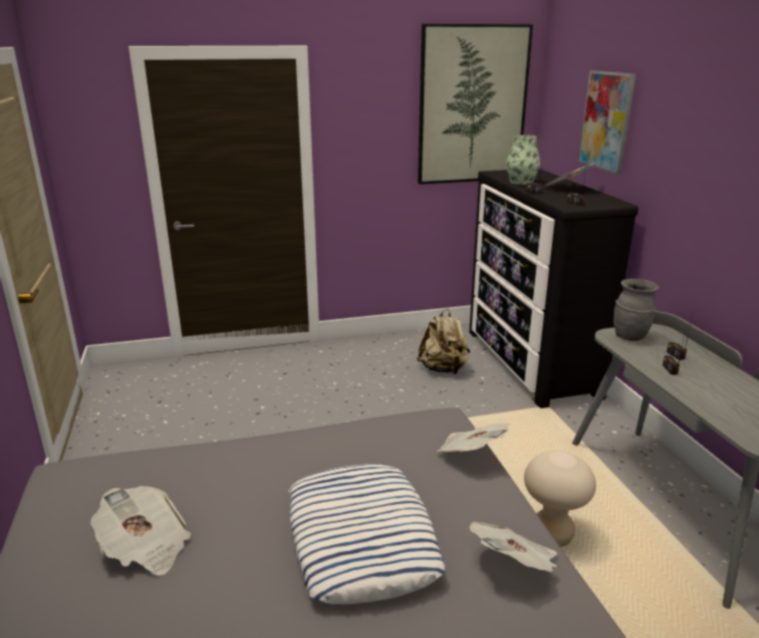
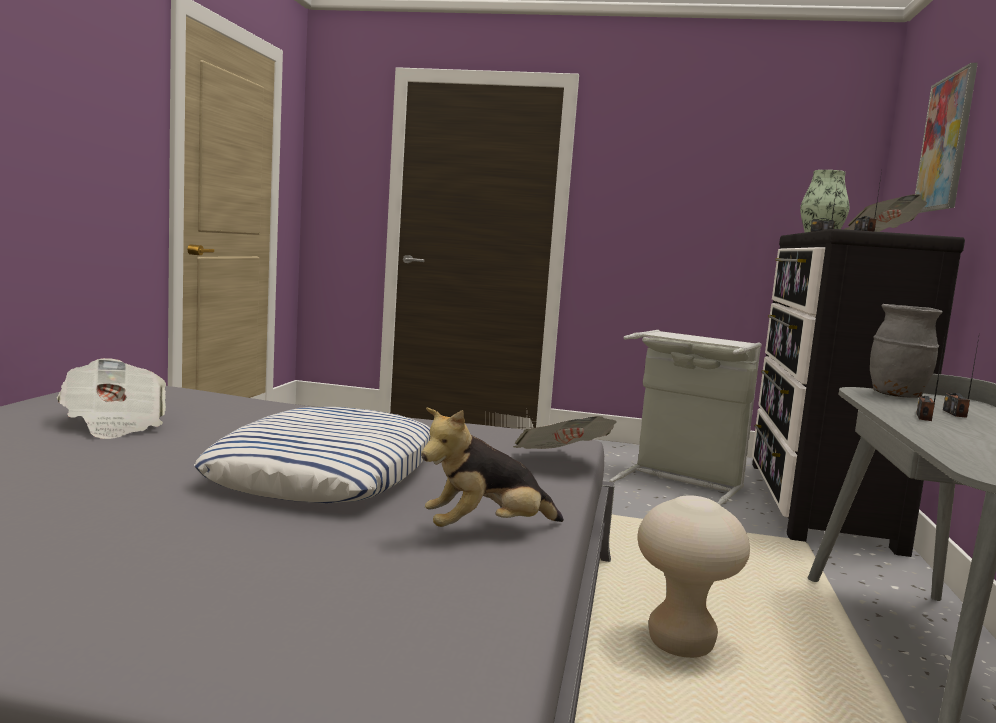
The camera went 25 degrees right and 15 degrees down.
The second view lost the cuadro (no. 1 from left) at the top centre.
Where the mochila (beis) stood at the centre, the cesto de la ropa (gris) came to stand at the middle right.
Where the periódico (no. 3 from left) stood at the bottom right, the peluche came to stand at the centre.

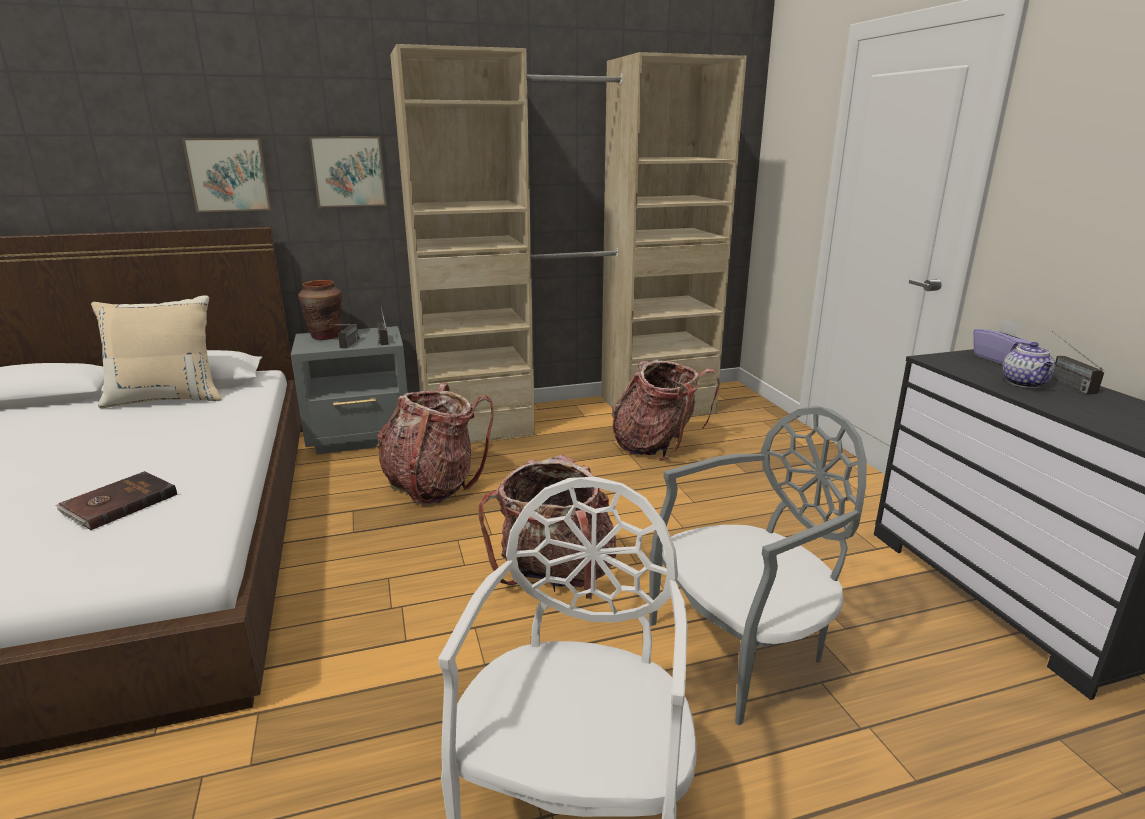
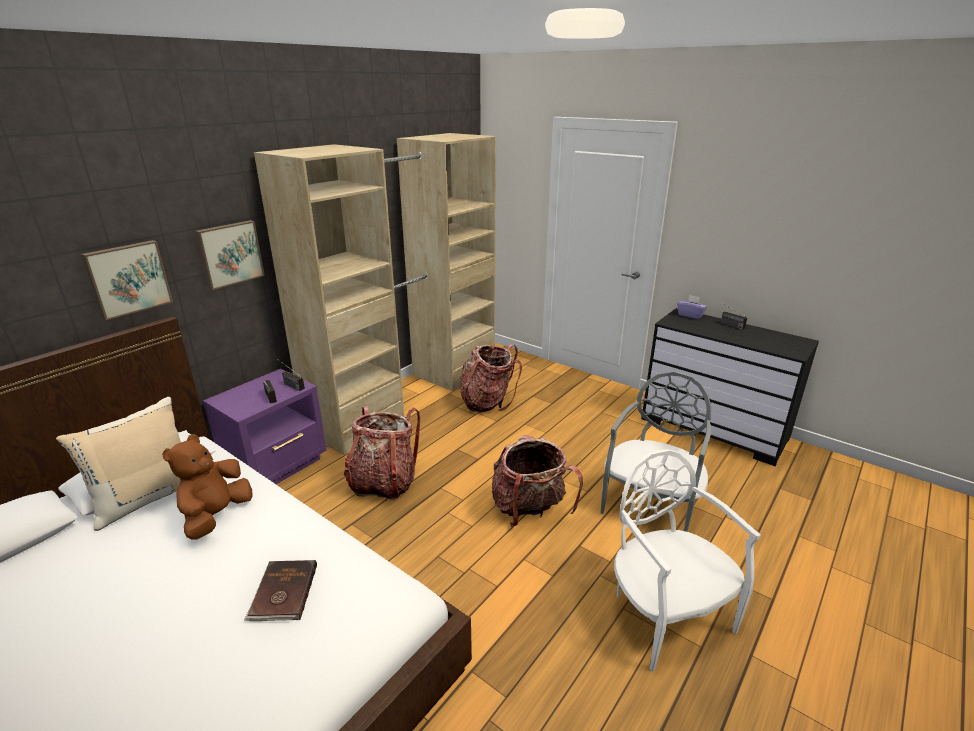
The camera went 35 degrees left and 5 degrees up.
The second view lost the florero (marrón) at the middle left.
The second view lost the tetera at the middle right.
The second view gained the peluche (marrón) at the middle left.
What was the mesita de noche (gris) at the middle left turned into the mesita de noche (morado) at the middle left.

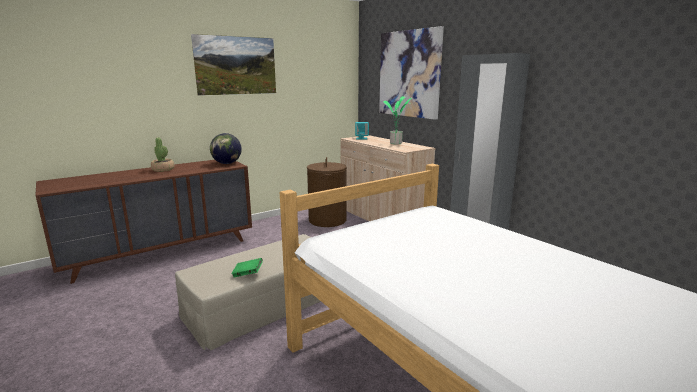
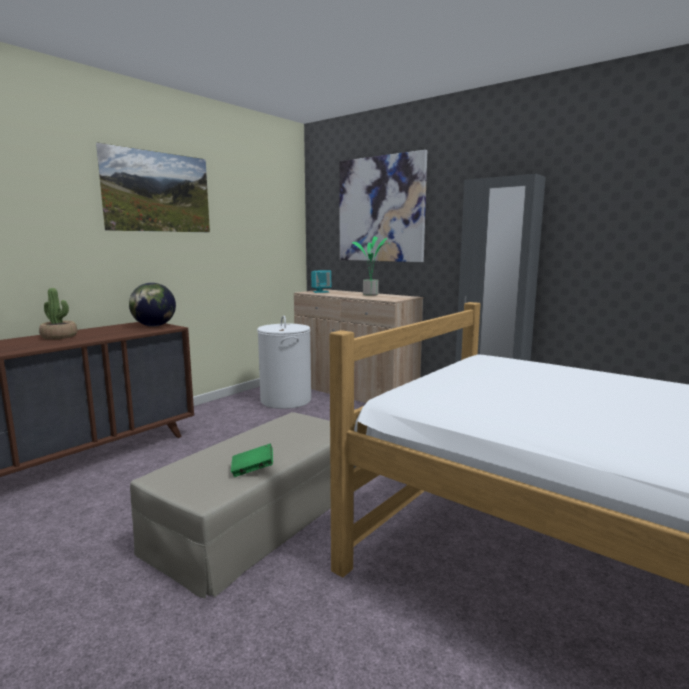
The camera went 15 degrees left and 5 degrees down.
What was the cesto de la ropa (marrón) at the centre turned into the cesto de la ropa (blanco) at the centre.

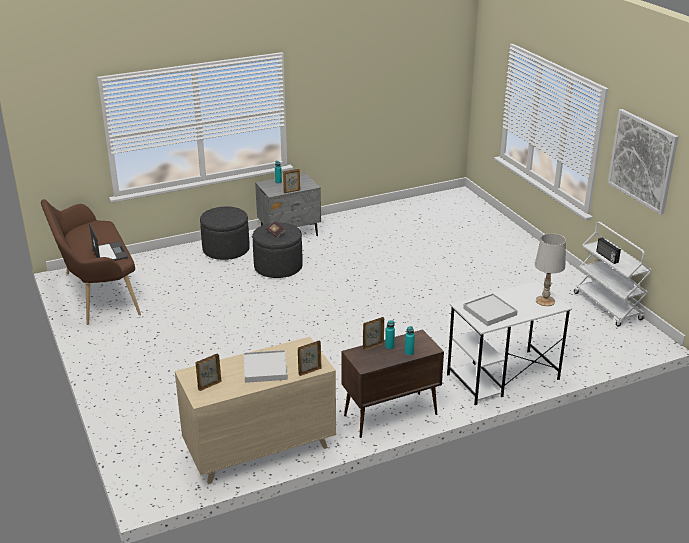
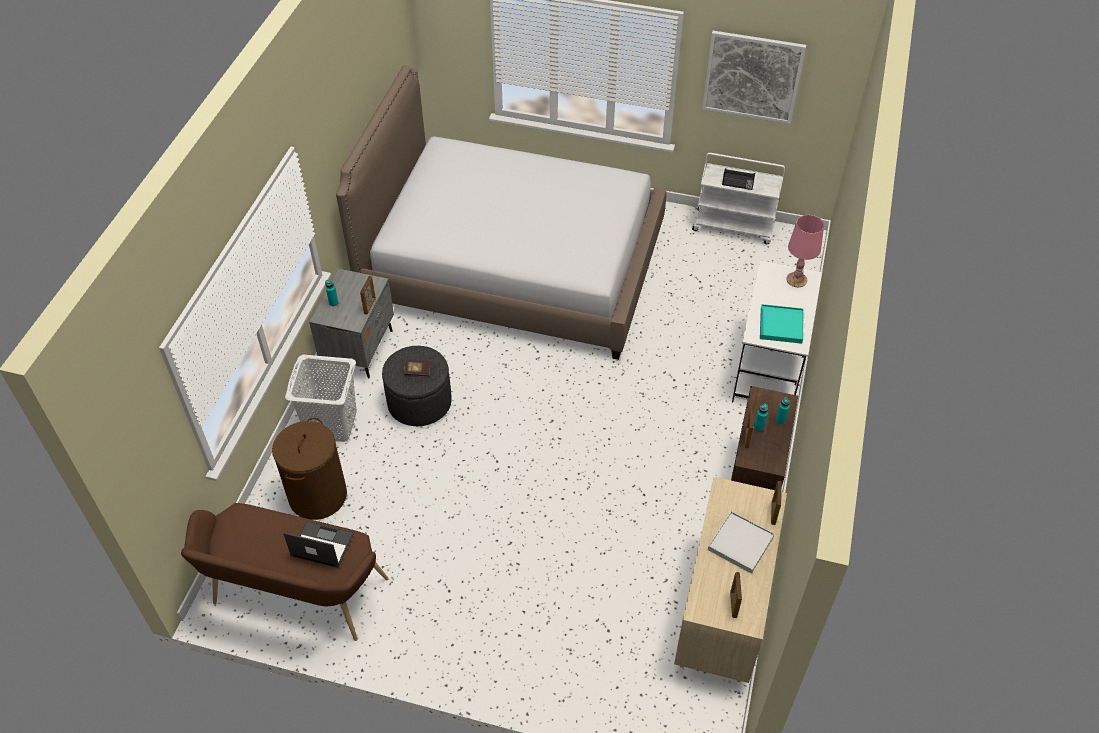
The camera went 50 degrees left and 20 degrees up.
The second view gained the cesto de la ropa (marrón) at the middle left.
The second view gained the cama at the top centre.
Where the puf (gris) (no. 1 from left) stood at the middle left, the cesto de la ropa (blanco) came to stand at the middle left.
What was the bandeja (blanco) (no. 2 from left) at the middle right turned into the bandeja (turquesa) at the middle right.
What was the lámpara de mesa (blanco) at the middle right turned into the lámpara de mesa (rosa) at the middle right.

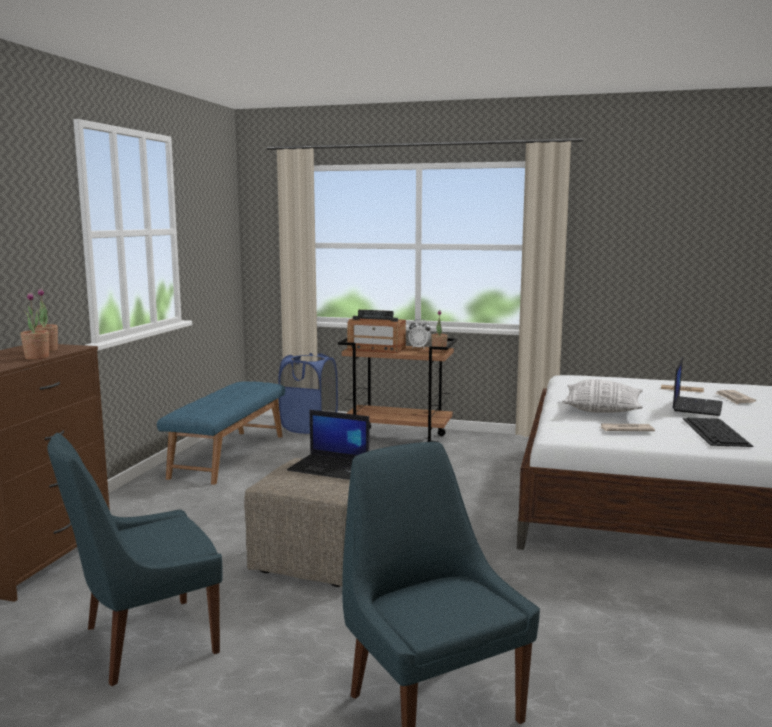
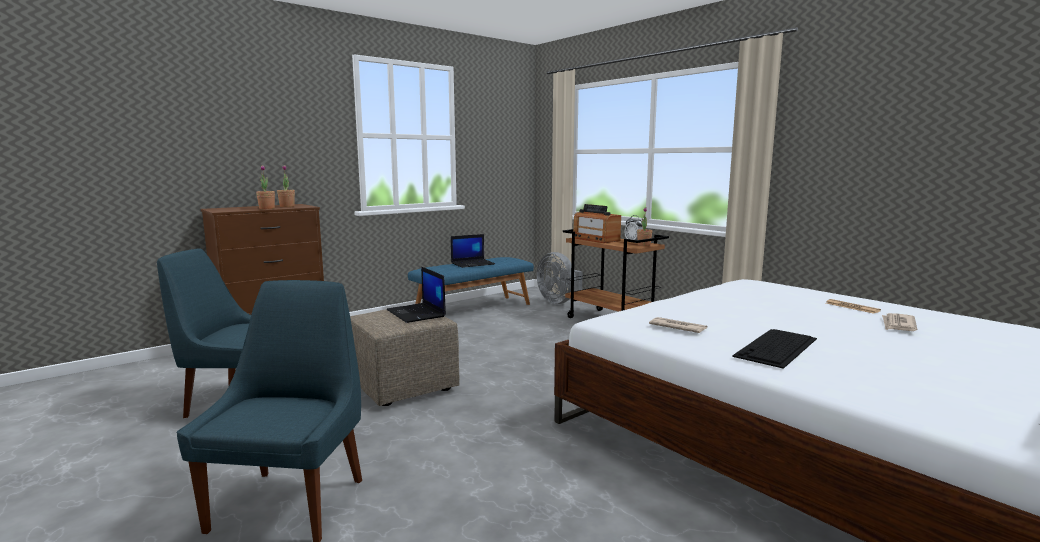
The camera went 35 degrees right and 0 degrees up.
The second view lost the cojín at the middle right.
The portátil (no. 2 from left) ended up elsewhere, having gone from the middle right to the centre.
Where the cesto de la ropa (azul) stood at the centre, the ventilador (gris) came to stand at the centre.

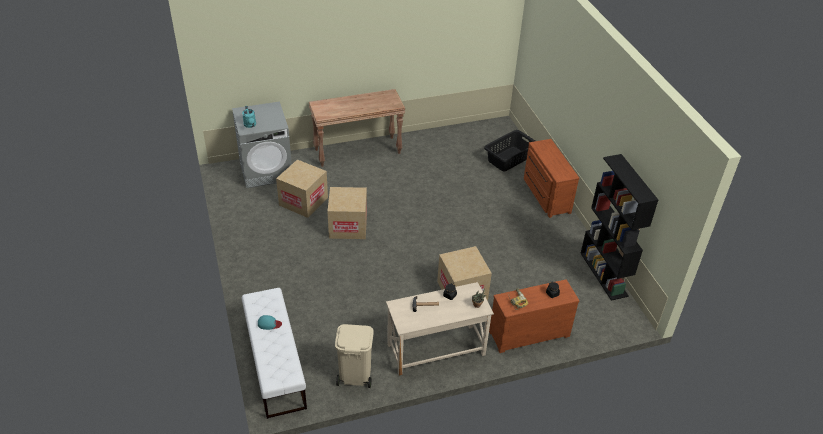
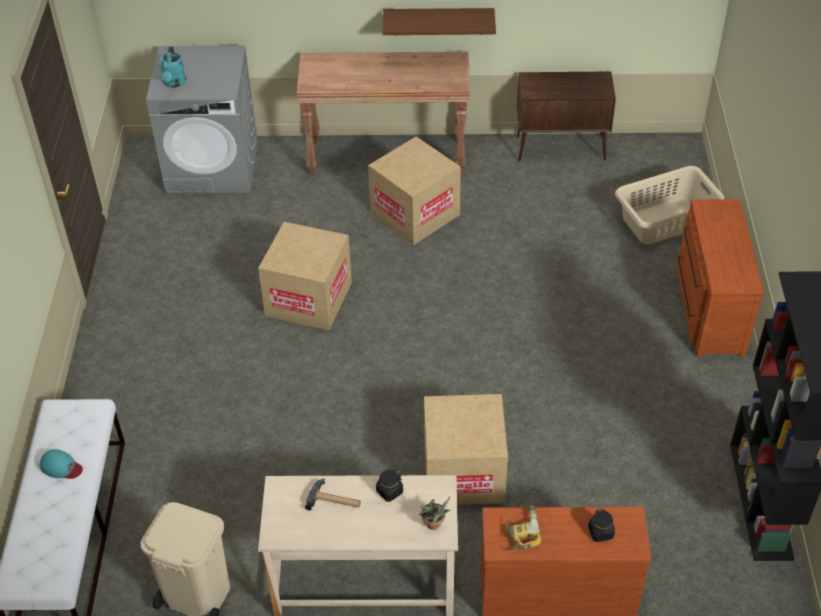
The camera went 20 degrees right and 5 degrees up.
The second view gained the estante (marrón) at the top centre.
The second view gained the armario (marrón) at the top right.
The caja de cartón (no. 1 from left in the first image) ended up elsewhere, having gone from the centre to the top centre.
What was the cesto de la ropa (negro) at the centre turned into the cesto de la ropa (beis) at the top right.

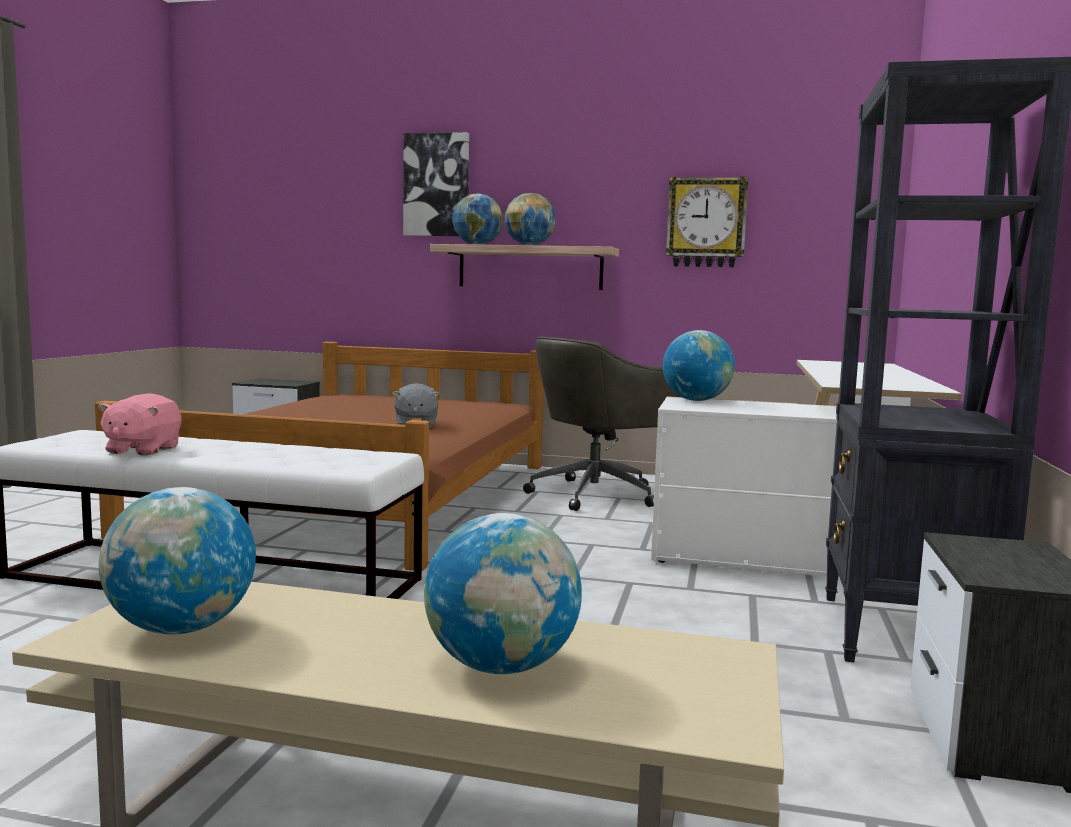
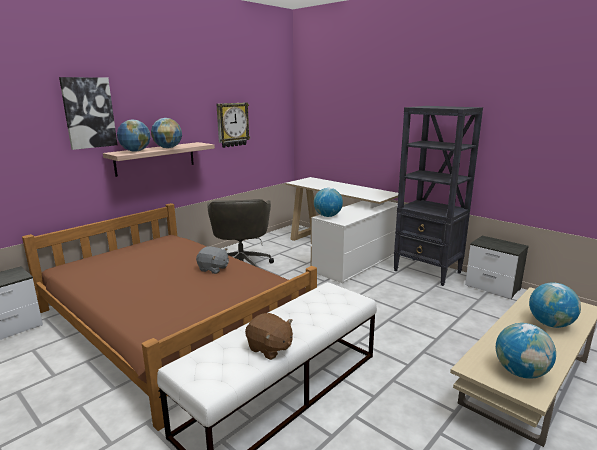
The camera went 60 degrees left and 10 degrees up.
What was the peluche (rosa) at the middle left turned into the peluche (marrón) at the bottom centre.

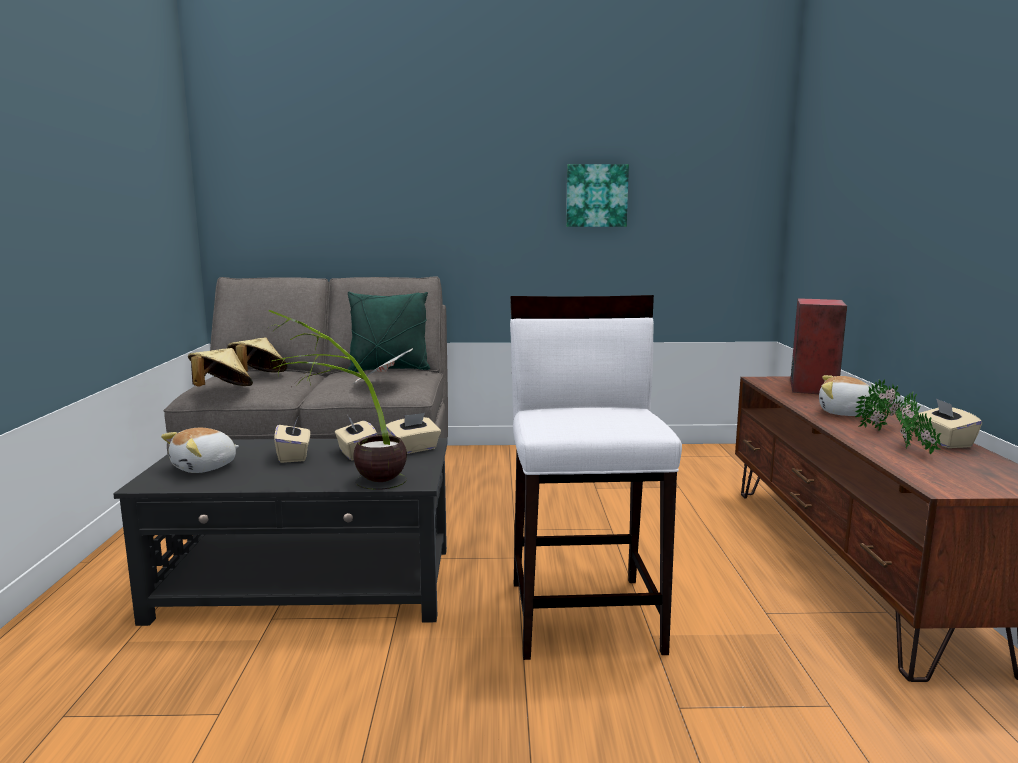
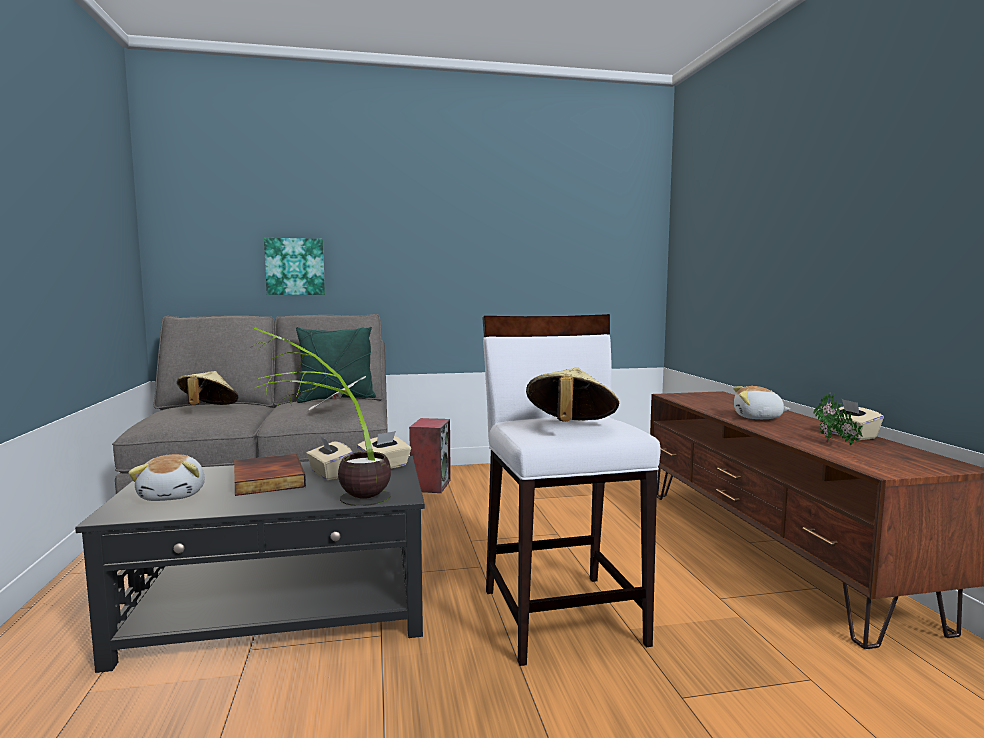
The camera went 10 degrees left and 5 degrees down.
The second view lost the planta en maceta (no. 2 from left) at the middle right.
The sombrero (beis) (no. 1 from left in the first image) ended up elsewhere, having gone from the middle left to the centre.
The cuadro ended up elsewhere, having gone from the top centre to the middle left.
The altavoz ended up elsewhere, having gone from the middle right to the centre.
Where the caja de pañuelos (beis) (no. 1 from left) stood at the middle left, the libro came to stand at the middle left.
The peluche (no. 1 from left) at the middle left ended up facing another way, 45 degrees counterclockwise from before.

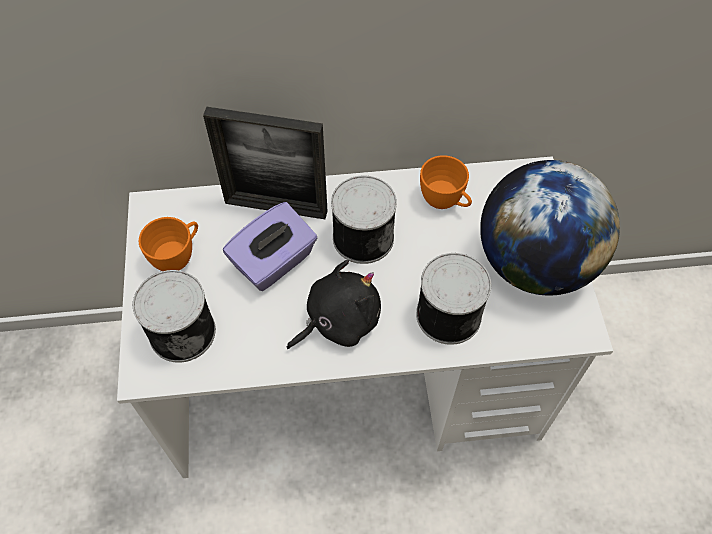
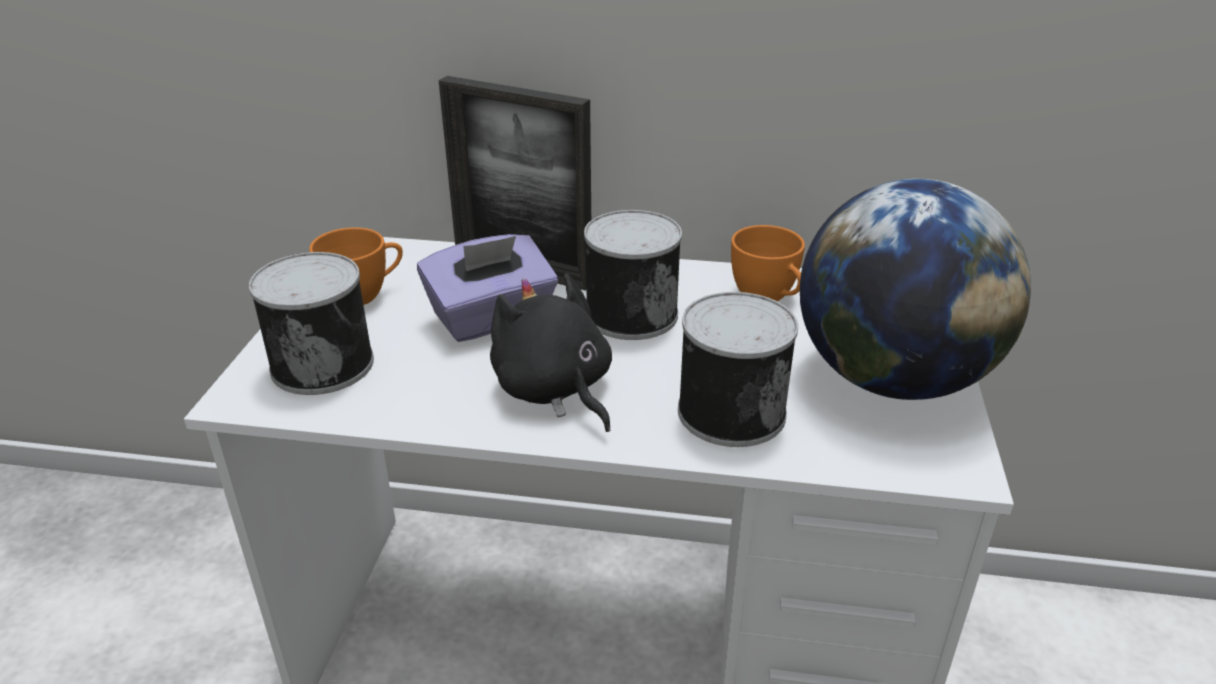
The camera went 15 degrees right and 25 degrees down.
The peluche (negro) at the centre ended up facing another way, 105 degrees counterclockwise from before.

